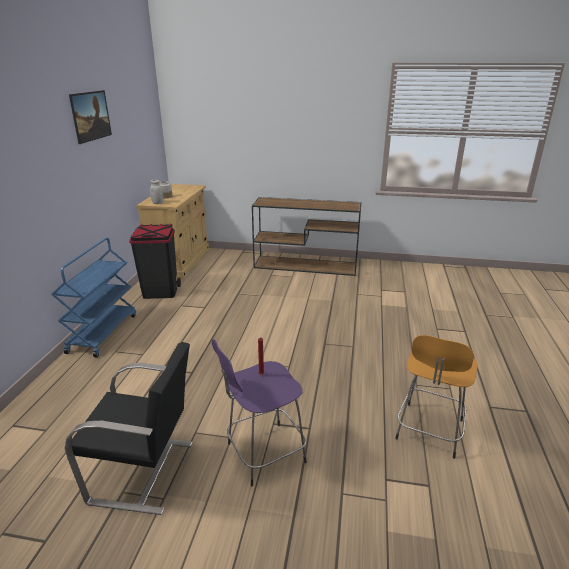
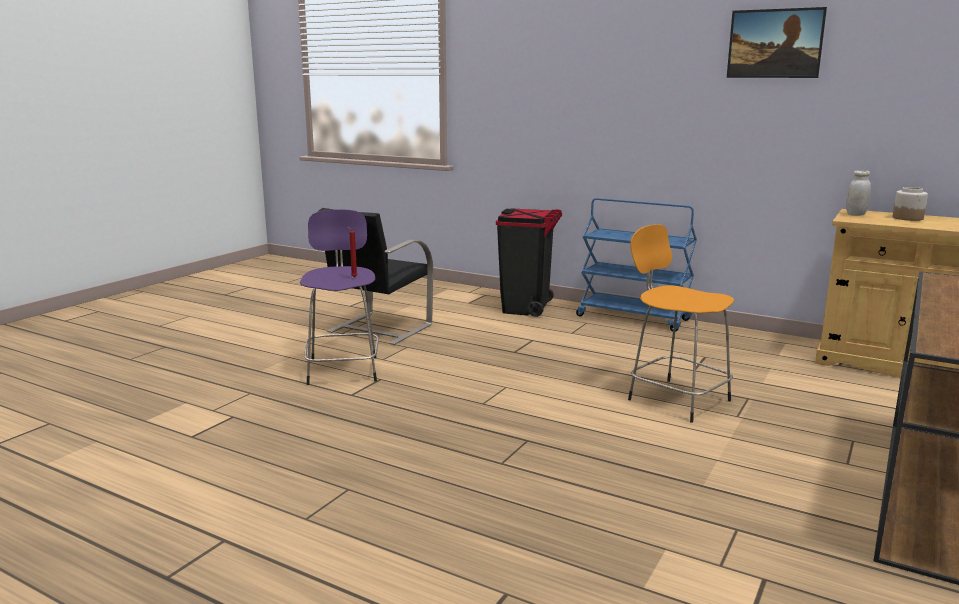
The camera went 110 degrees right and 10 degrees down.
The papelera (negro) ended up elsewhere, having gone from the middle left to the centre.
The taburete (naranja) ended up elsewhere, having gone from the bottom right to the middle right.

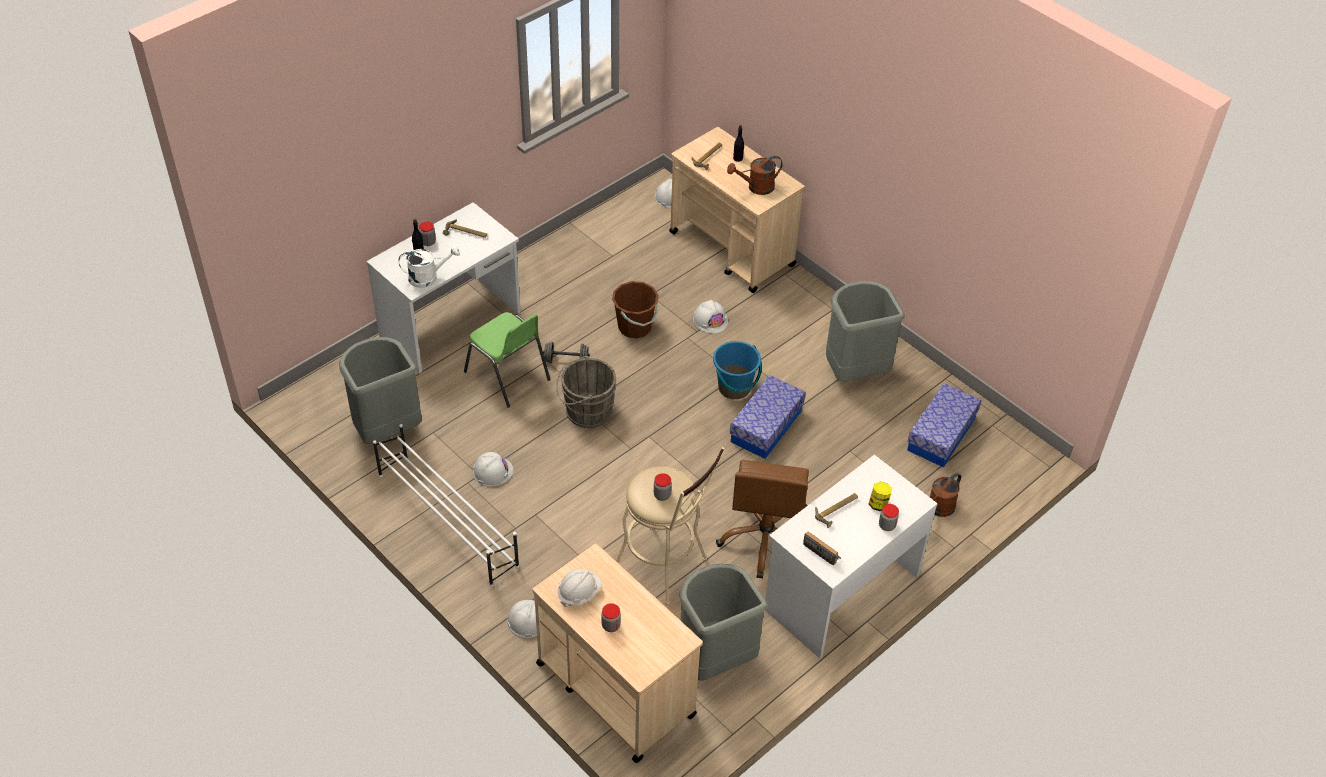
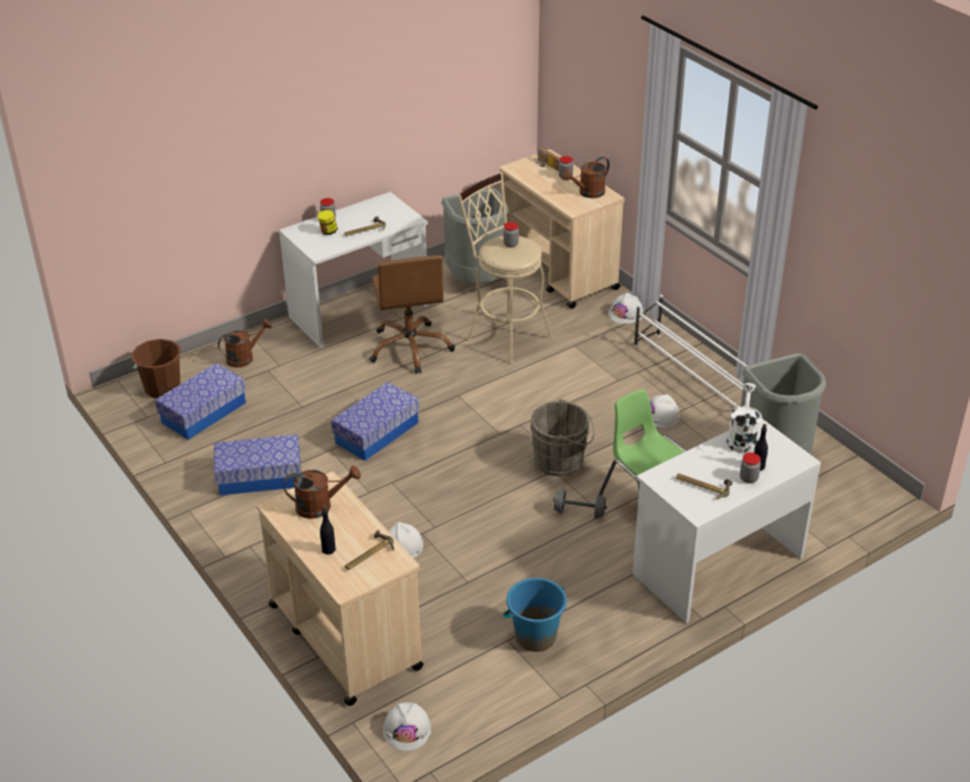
The camera went 170 degrees left and 10 degrees down.
The cubo (marrón) ended up elsewhere, having gone from the centre to the middle left.
The cubo (azul) ended up elsewhere, having gone from the centre to the bottom centre.
The radio ended up elsewhere, having gone from the bottom centre to the top centre.
Where the casco (blanco) (no. 3 from left) stood at the bottom centre, the regadera (marrón) (no. 3 from left) came to stand at the top centre.
Where the papelera (gris) (no. 3 from left) stood at the centre, the caja de almacenaje (no. 2 from left) came to stand at the middle left.
The regadera (blanco) at the middle left ended up facing another way, 105 degrees clockwise from before.
The silla de oficina (marrón) at the bottom centre ended up facing another way, 150 degrees clockwise from before.

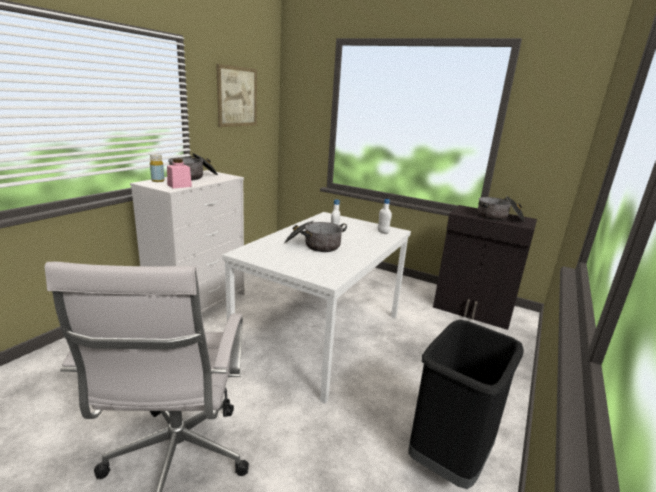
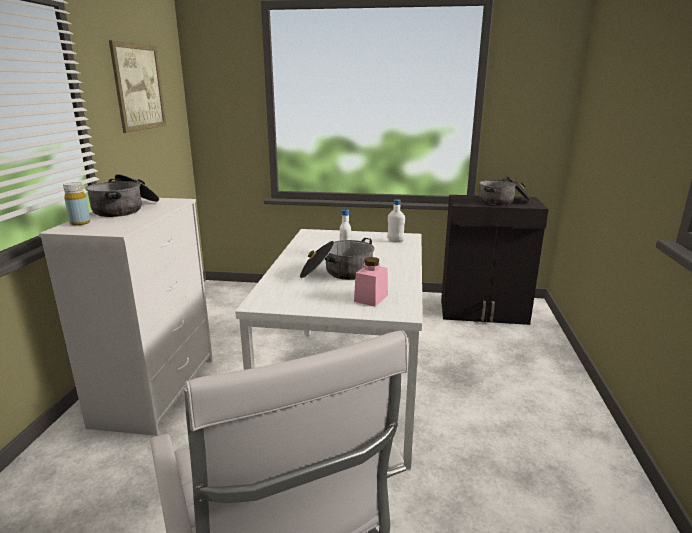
The camera went 20 degrees left and 0 degrees up.
The second view lost the papelera (negro) at the bottom right.
The tarro (rosa) ended up elsewhere, having gone from the middle left to the centre.

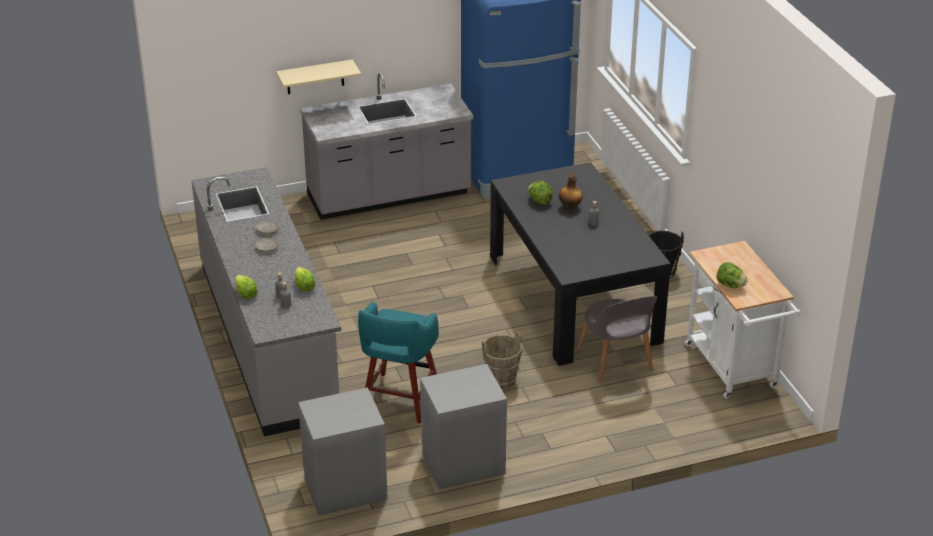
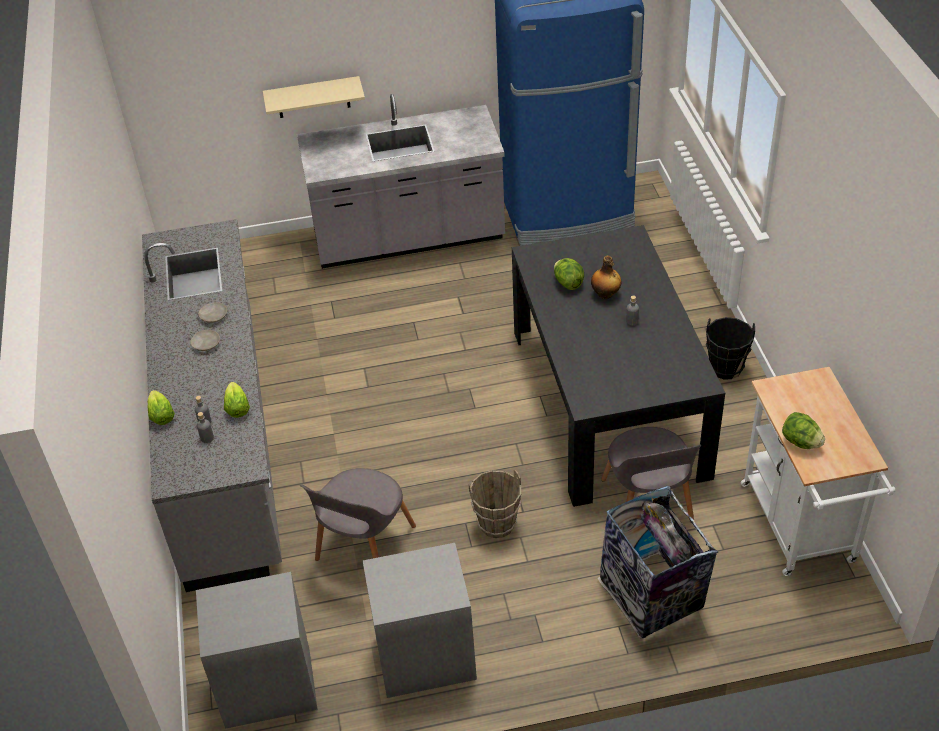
The camera went 10 degrees right and 10 degrees up.
The second view gained the papelera at the bottom right.
Where the taburete (turquesa) stood at the bottom centre, the silla (gris) (no. 1 from left) came to stand at the bottom centre.

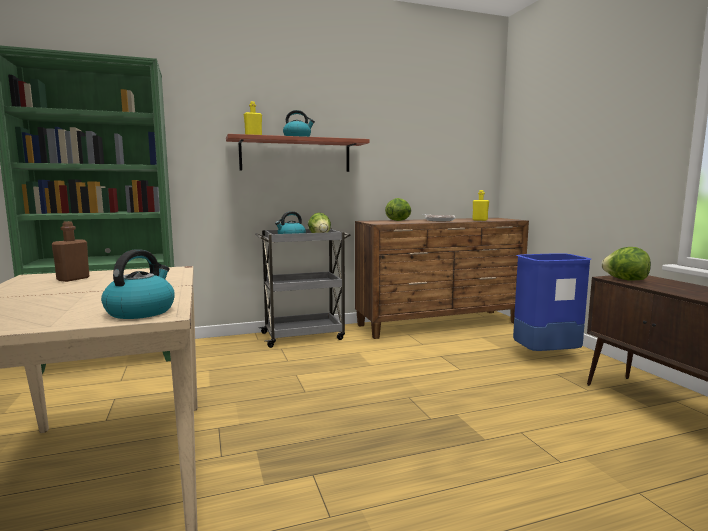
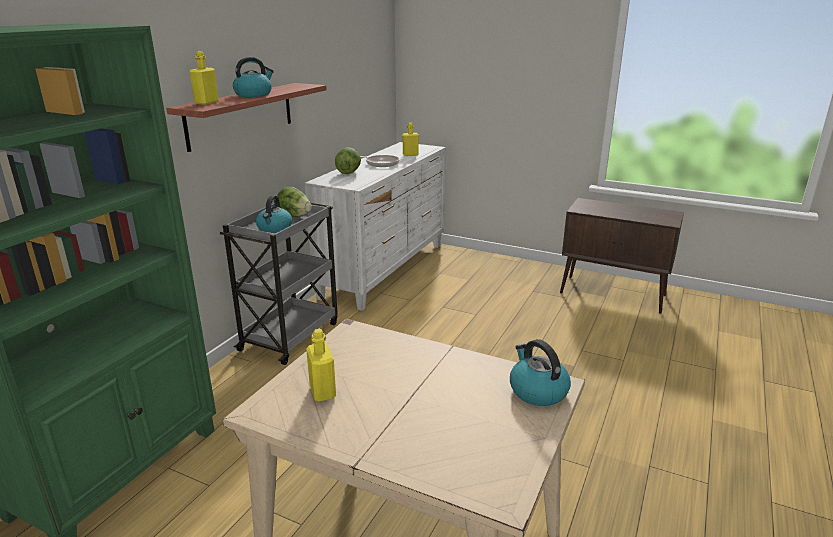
The camera went 45 degrees left and 15 degrees up.
The second view lost the papelera (azul) at the middle right.
The second view lost the lechuga (no. 3 from left) at the middle right.
What was the botella (marrón) at the middle left turned into the botella (amarillo) (no. 2 from left) at the bottom centre.
What was the cómoda (marrón) at the centre turned into the cómoda (blanco) at the centre.

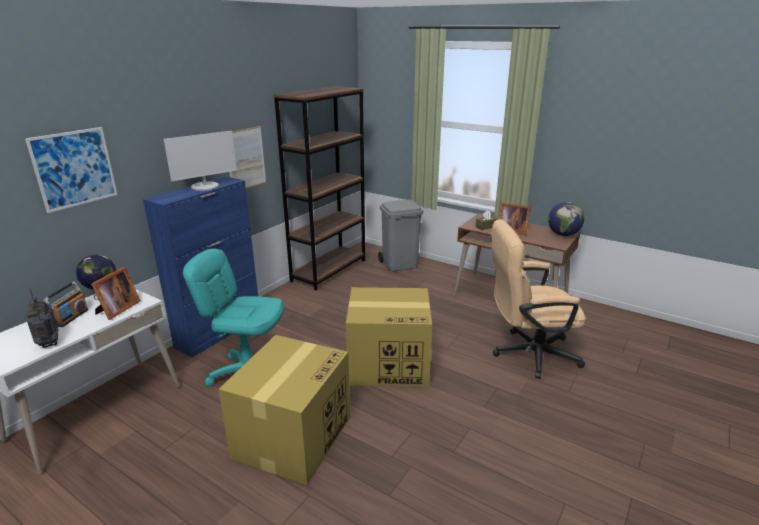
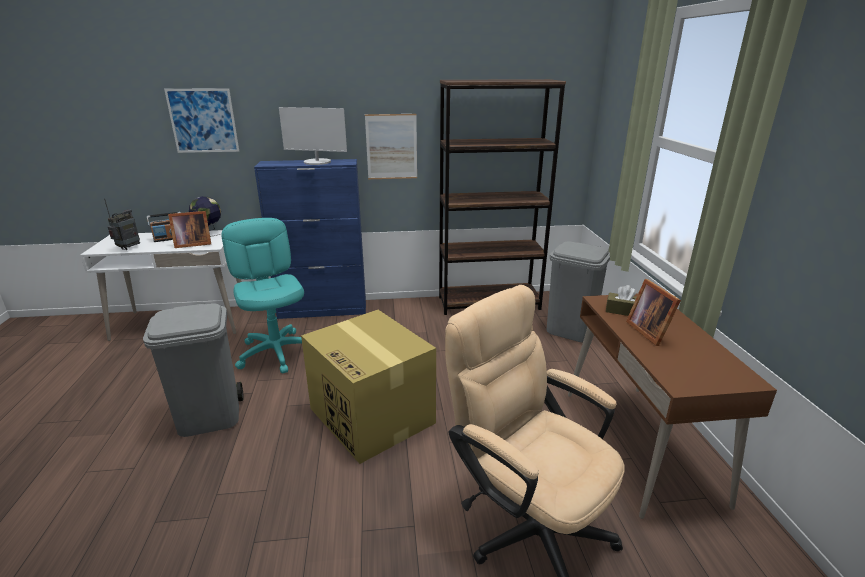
The camera went 50 degrees right and 0 degrees up.
The second view lost the globo terráqueo (no. 2 from left) at the middle right.
Where the caja de cartón (no. 1 from left) stood at the bottom centre, the papelera (gris) (no. 1 from left) came to stand at the middle left.

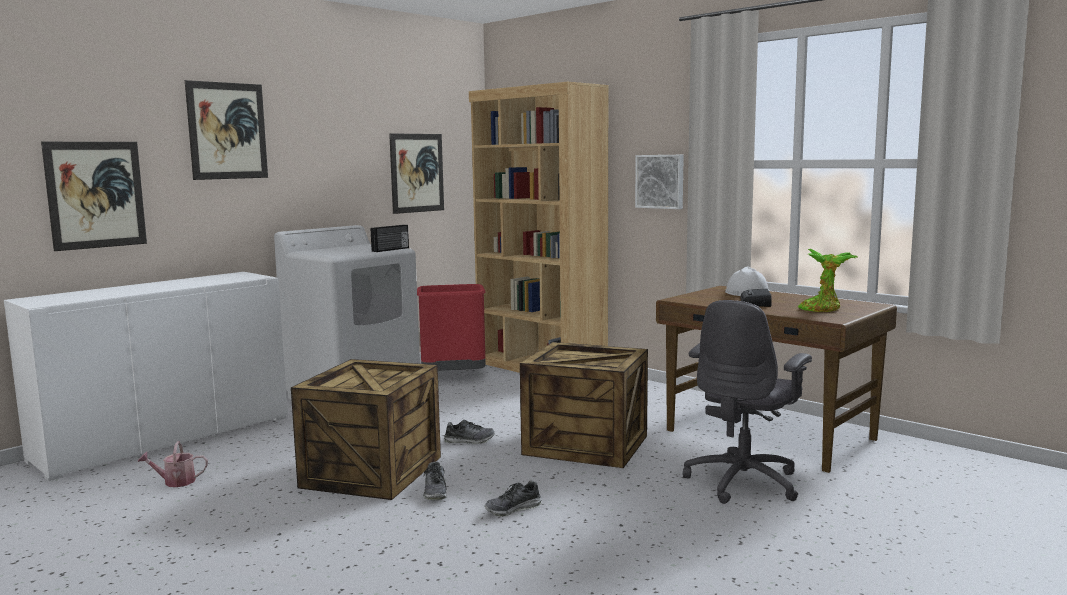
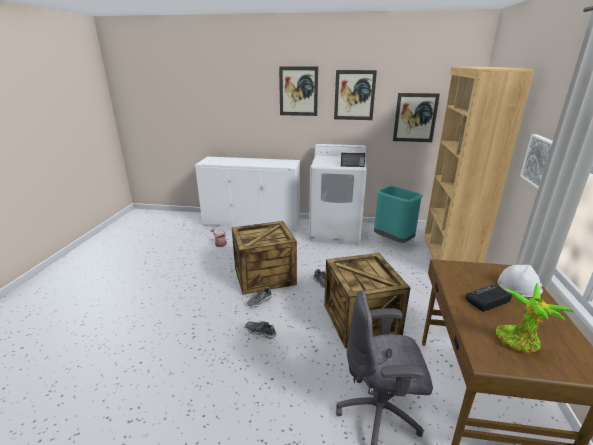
The camera went 55 degrees right and 15 degrees up.
The cuadro (no. 1 from left in the first image) ended up elsewhere, having gone from the top left to the top centre.
What was the papelera (rojo) at the centre turned into the papelera (turquesa) at the middle right.

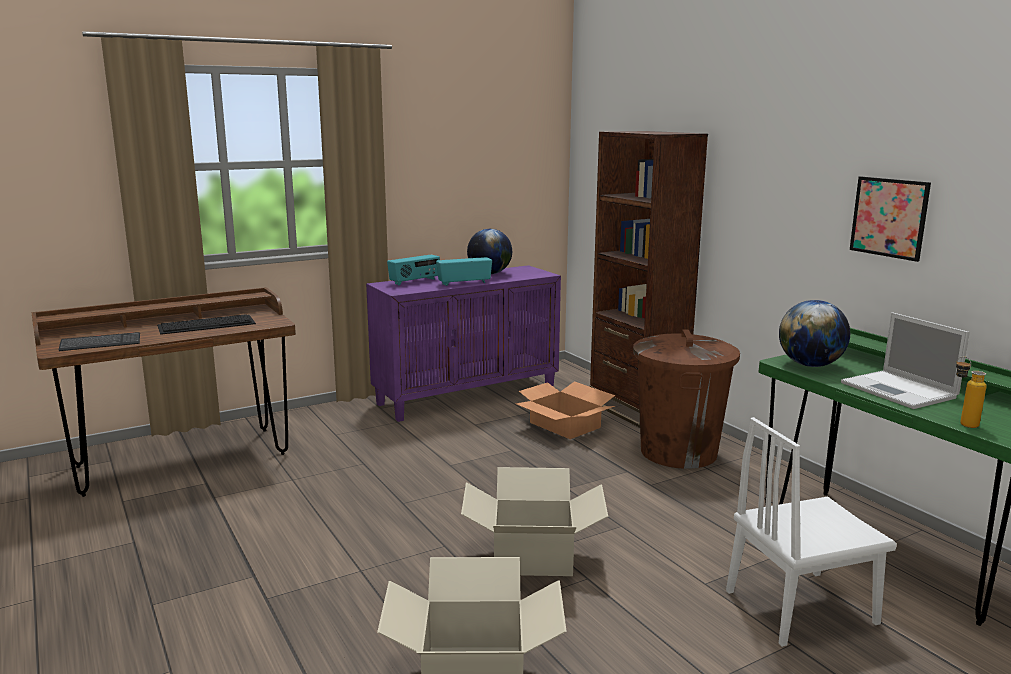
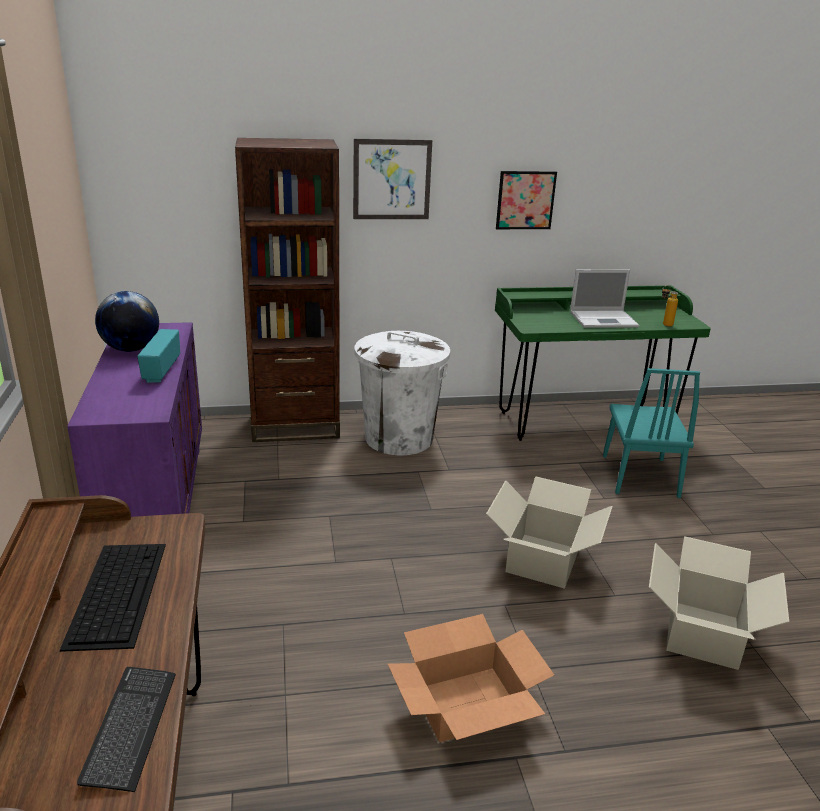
The camera went 70 degrees left and 10 degrees up.
The second view lost the radio (no. 1 from left) at the centre.
The second view lost the globo terráqueo (no. 2 from left) at the middle right.
The second view gained the cuadro (no. 1 from left) at the top centre.
The caja de cartón (no. 3 from left in the first image) ended up elsewhere, having gone from the centre to the bottom centre.
What was the papelera (marrón) at the middle right turned into the papelera (blanco) at the centre.
What was the silla (blanco) at the bottom right turned into the silla (turquesa) at the middle right.

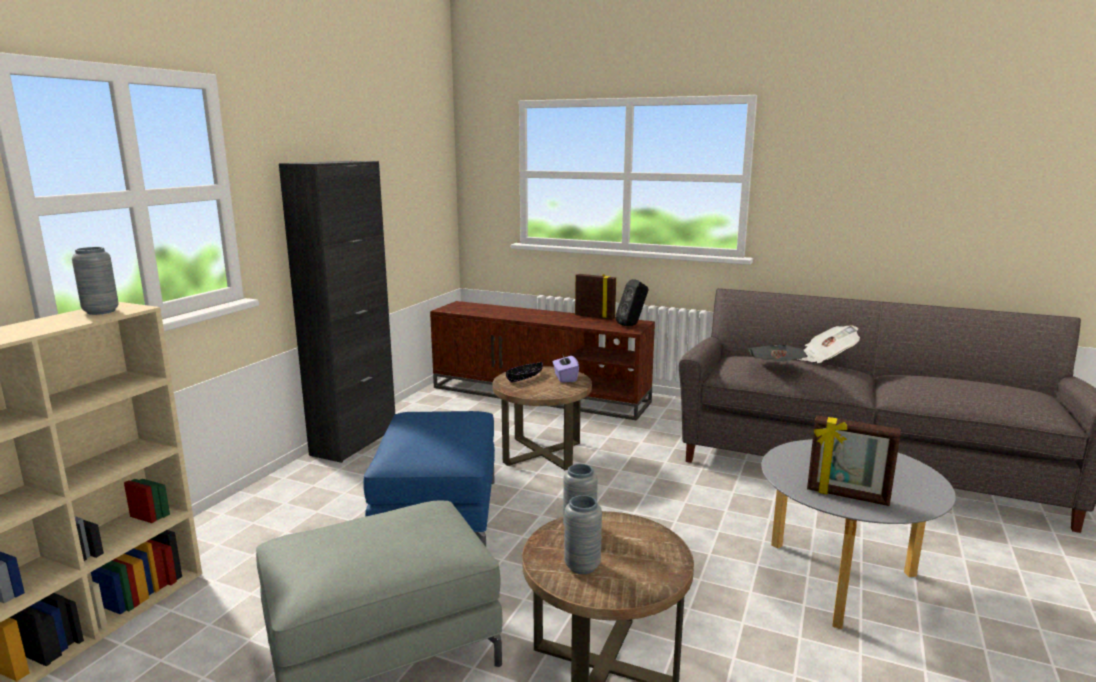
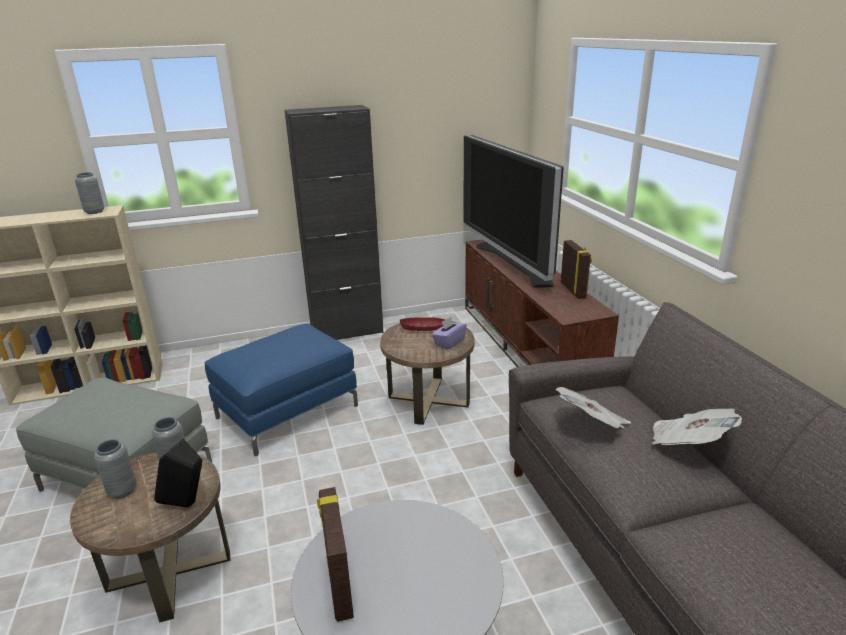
The camera went 50 degrees right and 10 degrees up.
The second view gained the televisor at the top centre.
The altavoz (negro) ended up elsewhere, having gone from the centre to the bottom left.
What was the cuenco (negro) at the centre turned into the cuenco (rojo) at the centre.

